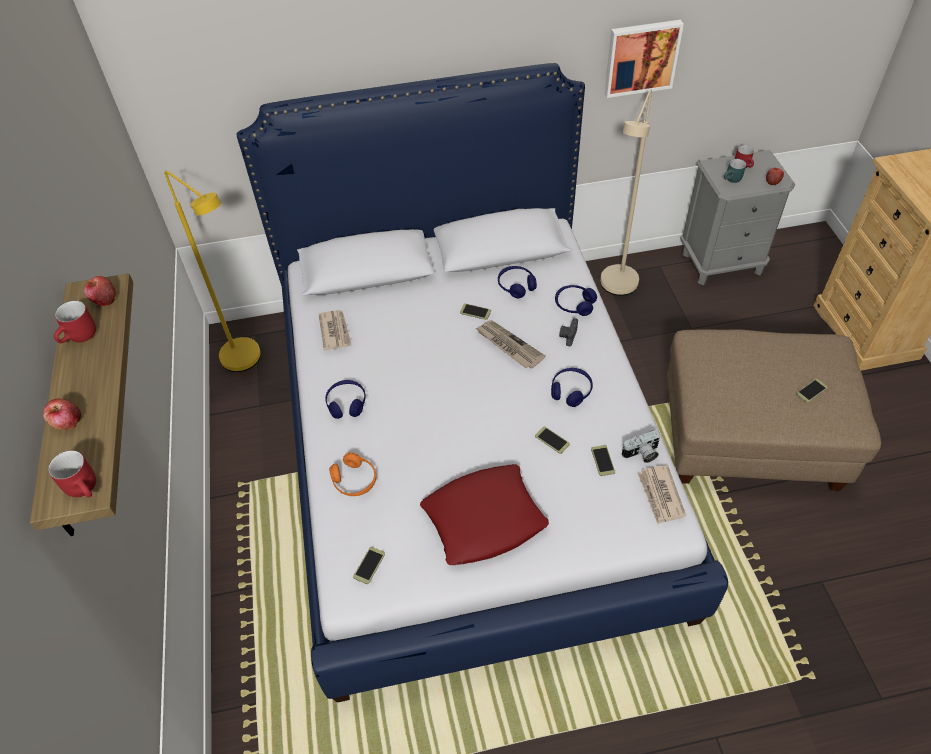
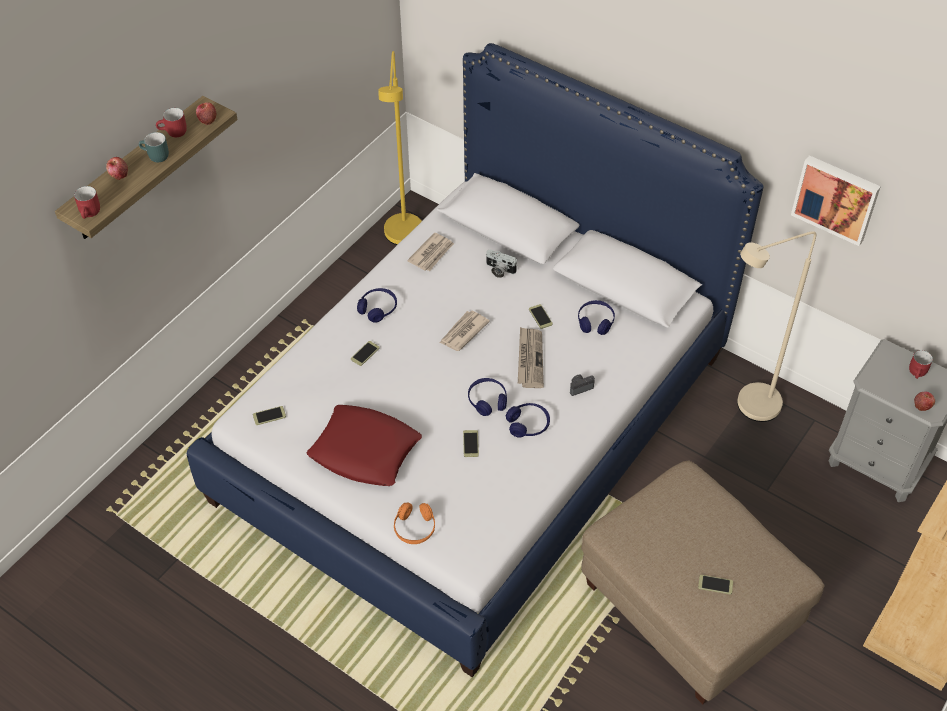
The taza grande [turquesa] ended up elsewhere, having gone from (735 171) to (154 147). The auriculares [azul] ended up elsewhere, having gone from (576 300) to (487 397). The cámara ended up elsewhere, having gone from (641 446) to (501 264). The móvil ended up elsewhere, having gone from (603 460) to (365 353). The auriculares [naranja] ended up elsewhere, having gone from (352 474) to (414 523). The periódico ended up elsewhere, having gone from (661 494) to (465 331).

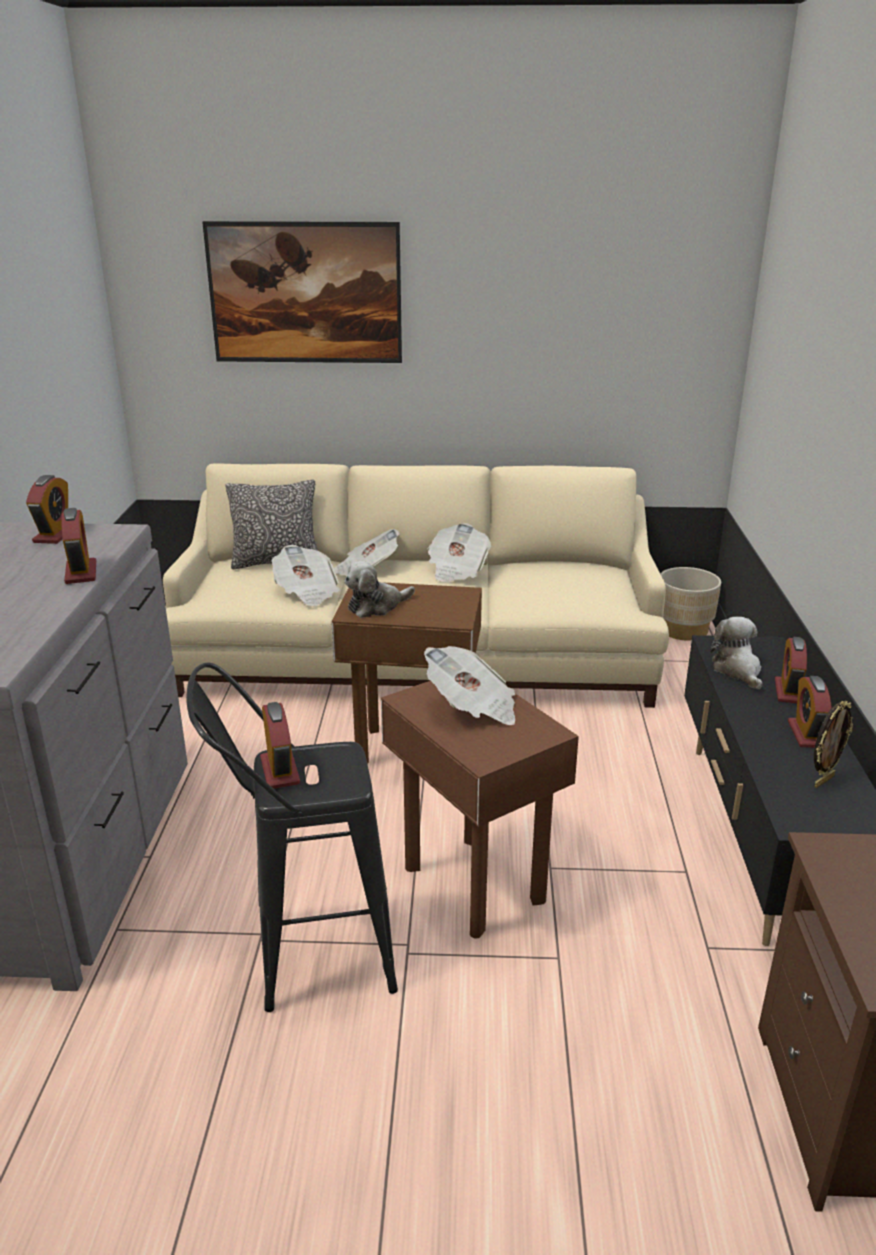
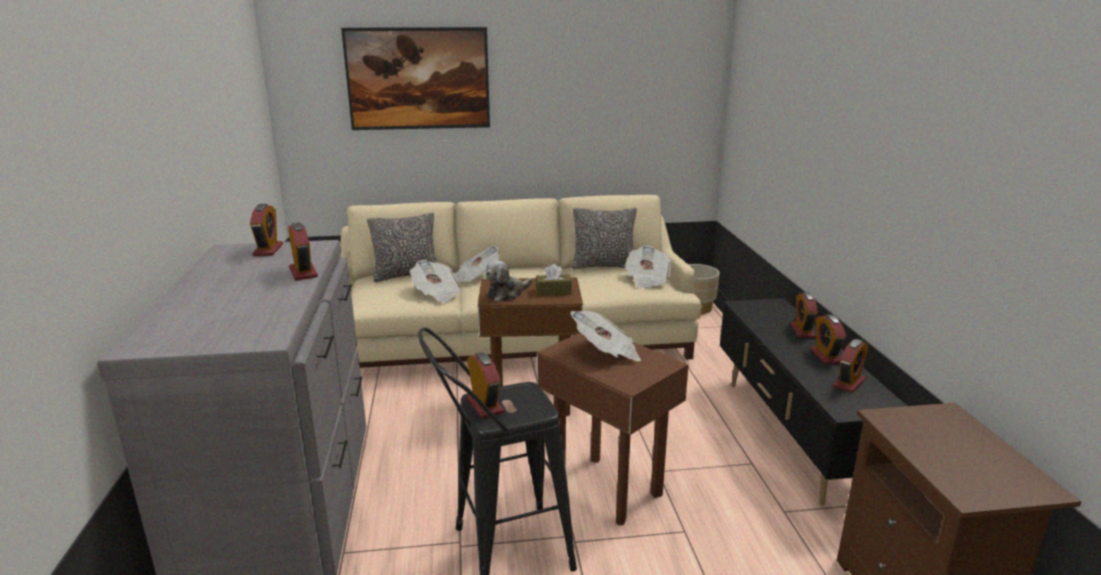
The periódico ended up elsewhere, having gone from (459 552) to (648 267). The second view lost the peluche at (736 653). Where the portarretratos stood at (833 744), the despertador came to stand at (851 366). The second view gained the cojín at (604 238). The second view gained the caja de pañuelos [marrón] at (554 280).

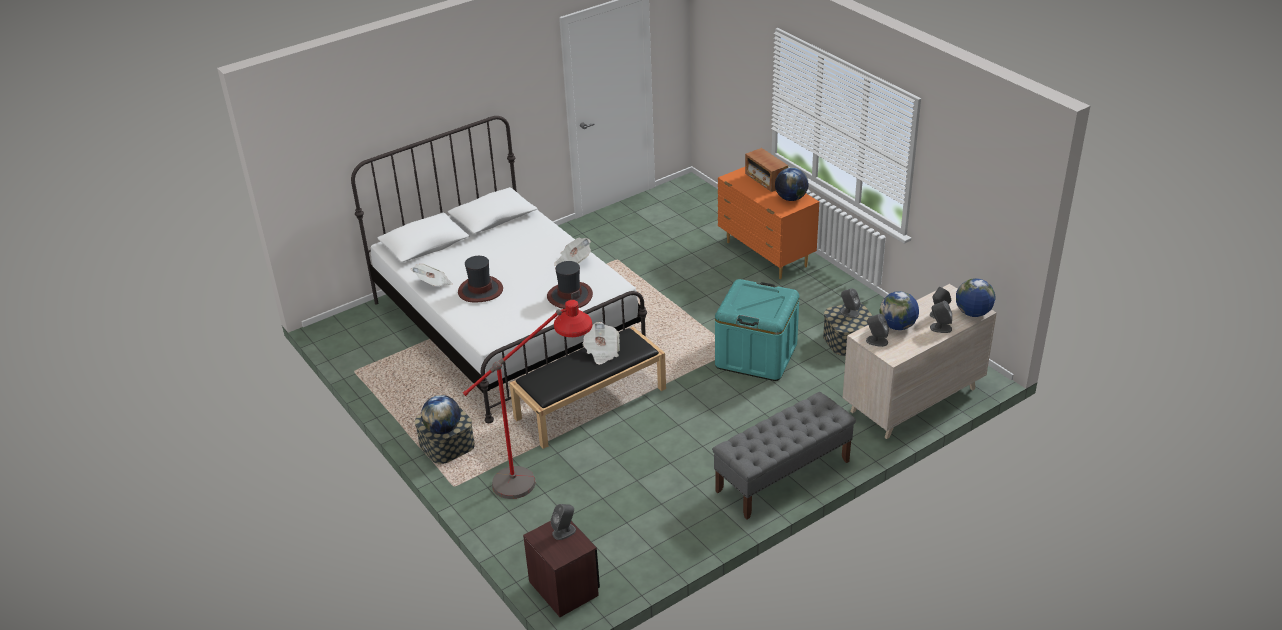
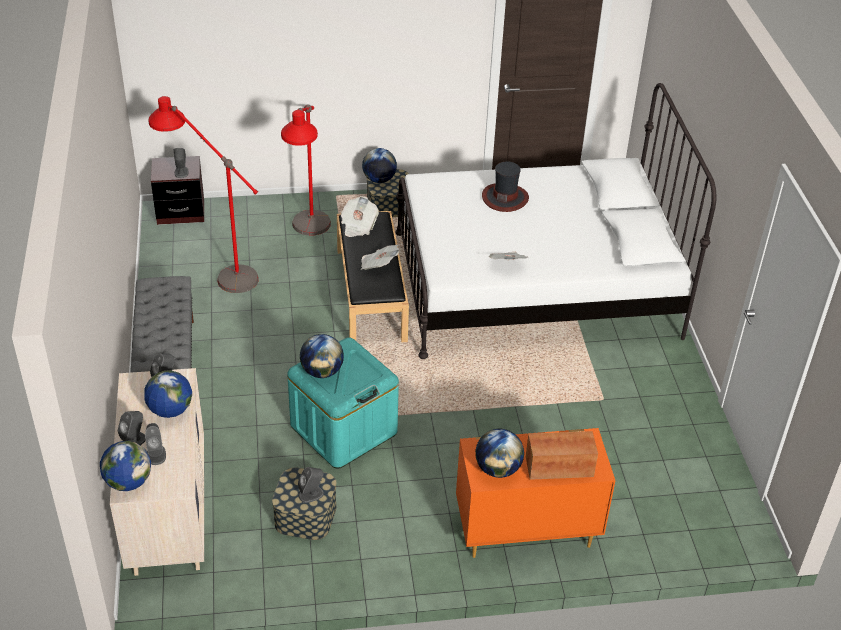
The second view lost the sombrero at (570 285). The periódico ended up elsewhere, having gone from (432 275) to (360 216). The second view gained the lámpara de pie [rojo] at (203 194). The second view gained the globo terráqueo at (322 356).

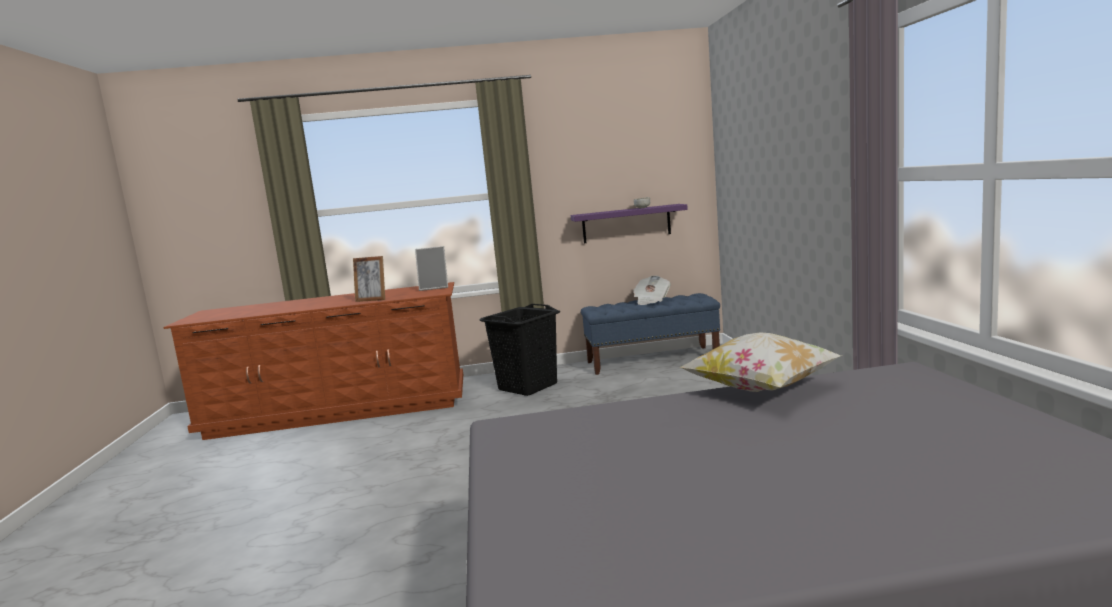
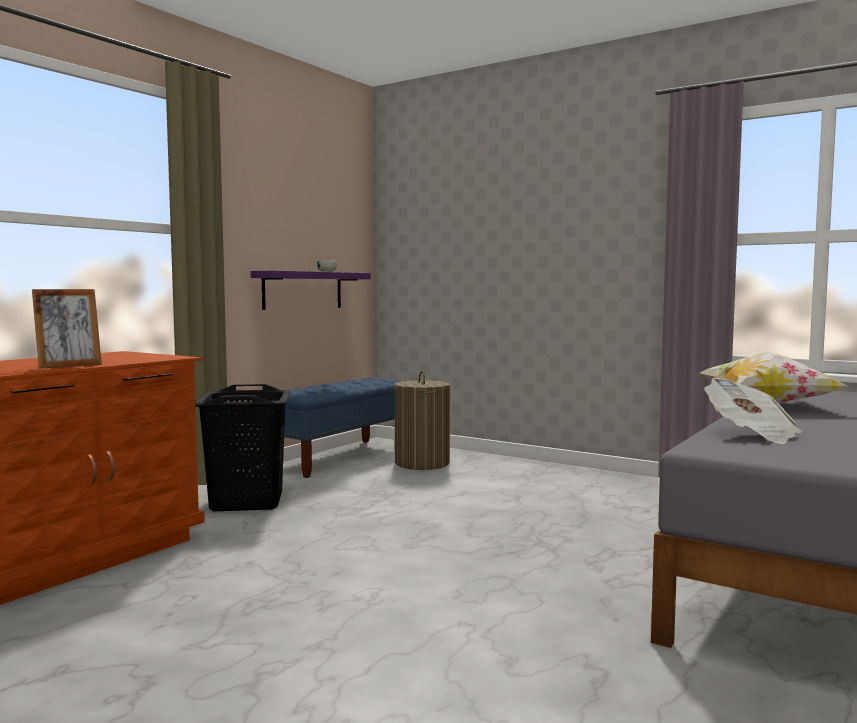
The second view lost the portarretratos at (431 268). The periódico ended up elsewhere, having gone from (652 290) to (753 411). The second view gained the cesto de la ropa at (422 420).

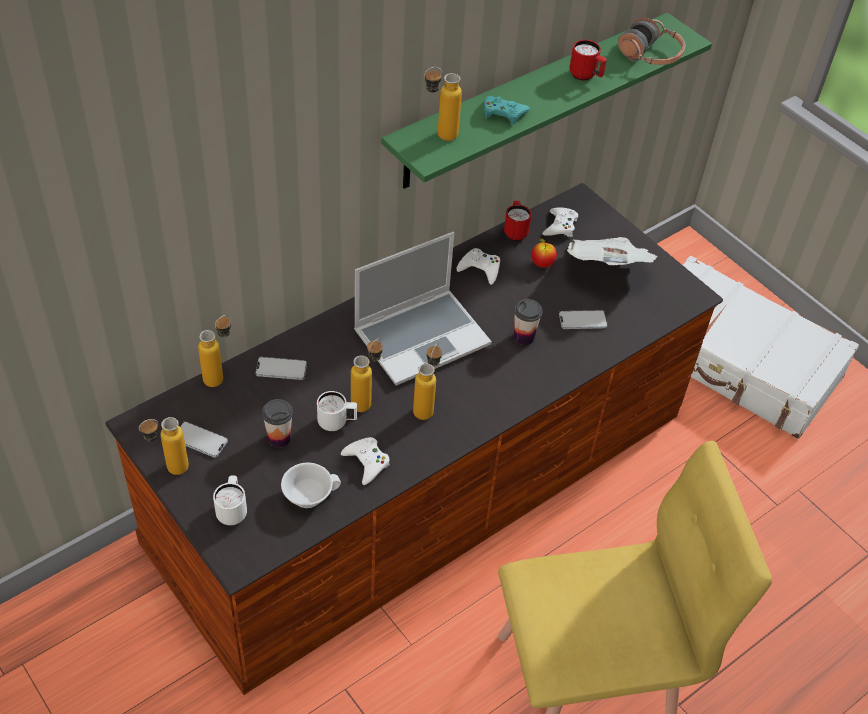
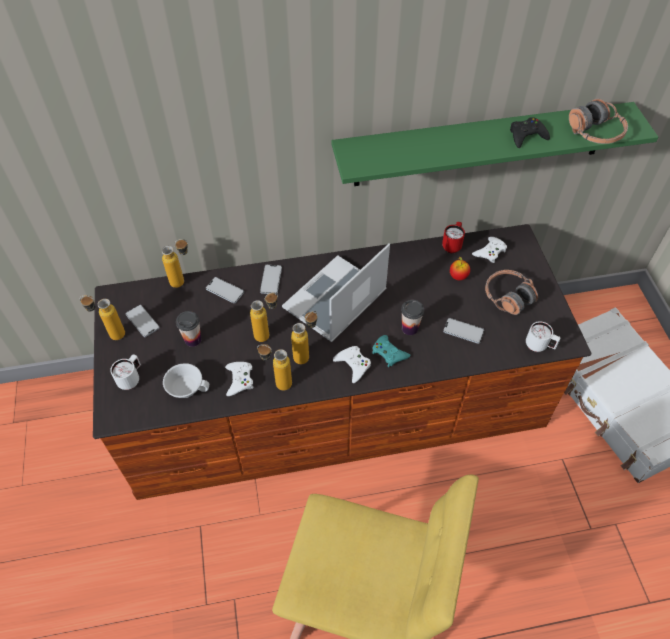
Where the taza grande [rojo] stood at (588 60), the mando de consola [negro] came to stand at (530 132). The botella ended up elsewhere, having gone from (443 104) to (274 367). The mando de consola [turquesa] ended up elsewhere, having gone from (507 111) to (391 351). The portátil at (423 309) ended up facing another way, 135 degrees clockwise from before. Where the periódico stood at (612 251), the auriculares came to stand at (511 292). The mando de consola [blanco] ended up elsewhere, having gone from (478 266) to (352 364). The taza grande [blanco] ended up elsewhere, having gone from (337 411) to (543 336). The second view gained the móvil at (271 279).

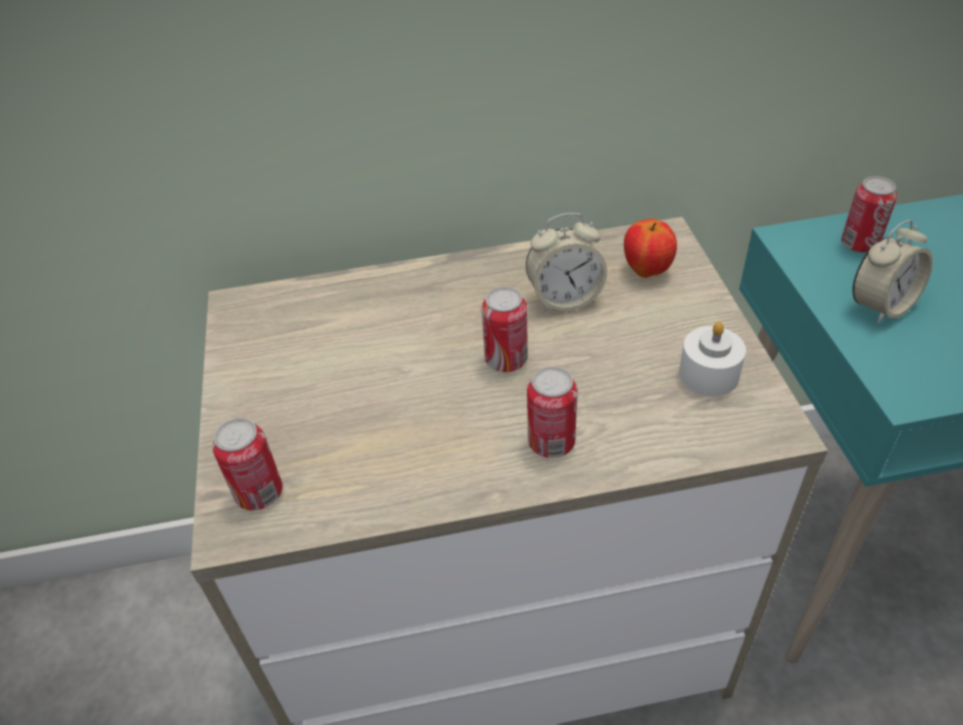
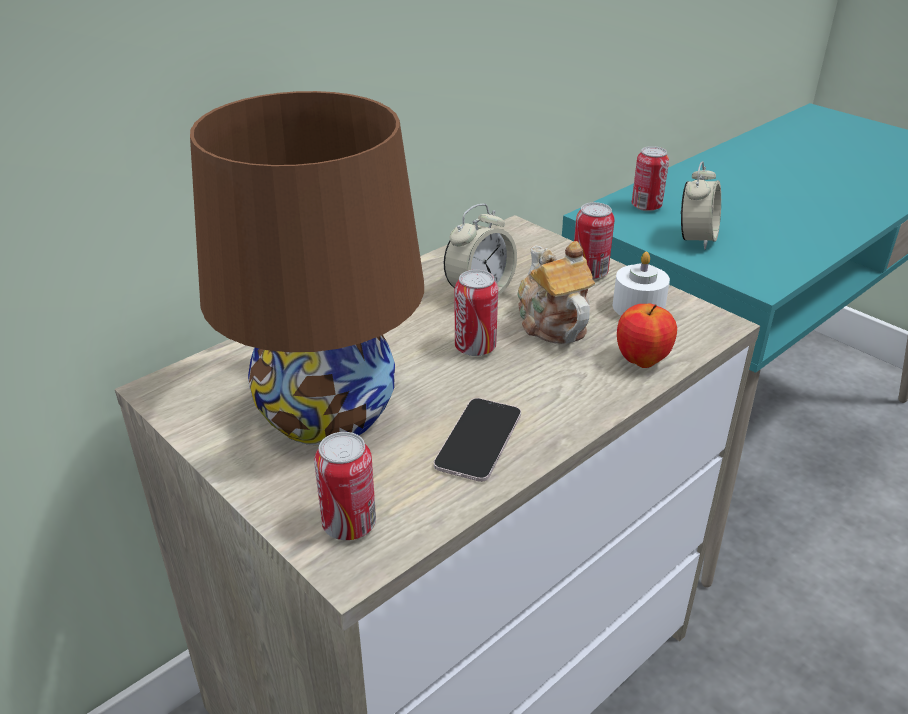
The manzana ended up elsewhere, having gone from (650 248) to (647 336). The lata ended up elsewhere, having gone from (552 412) to (594 240). The second view gained the lámpara de mesa [marrón] at (307 268). The second view gained the tetera at (556 292). The second view gained the móvil at (477 440).

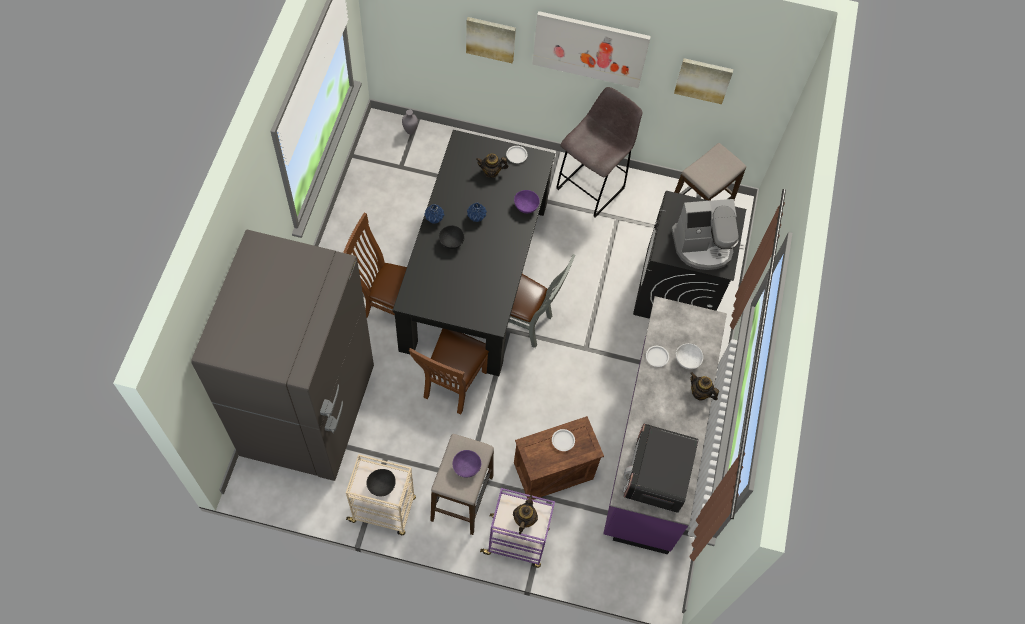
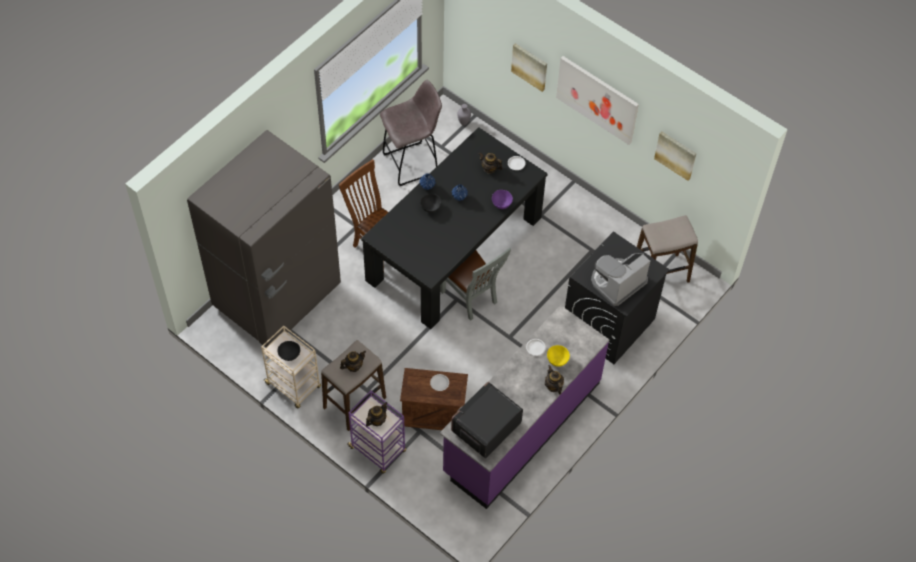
The taburete [gris] ended up elsewhere, having gone from (599 152) to (411 133). The cafetera at (705 234) ended up facing another way, 120 degrees clockwise from before. The second view lost the silla [marrón] at (449 372). What was the cuenco [blanco] at (689 356) turned into the cuenco [amarillo] at (558 356). Where the cuenco [morado] stood at (467 463), the tetera came to stand at (353 361).

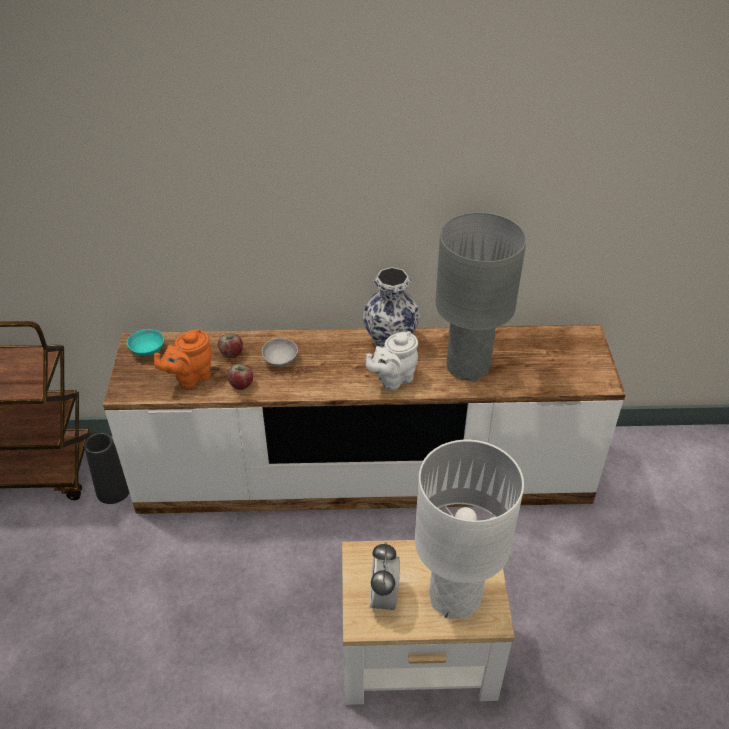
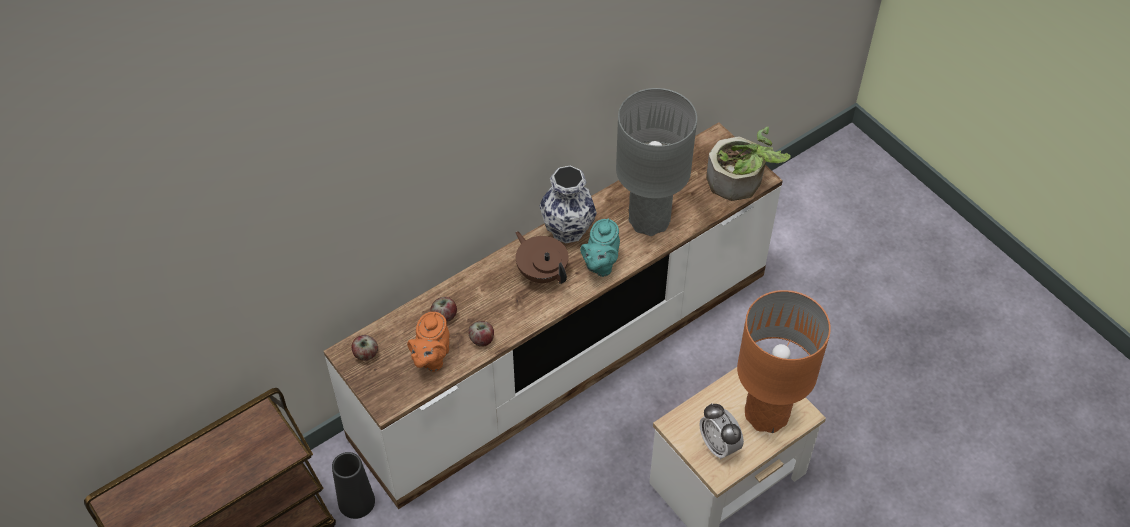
Where the cuenco [turquesa] stood at (145 342), the manzana came to stand at (364 348). What was the tetera [blanco] at (392 360) turned into the tetera [turquesa] at (600 248). The second view lost the cuenco [gris] at (280 352). What was the lámpara de mesa [blanco] at (469 529) turned into the lámpara de mesa [naranja] at (784 361). The second view gained the planta en maceta at (748 164). The second view gained the tetera [marrón] at (542 257).

